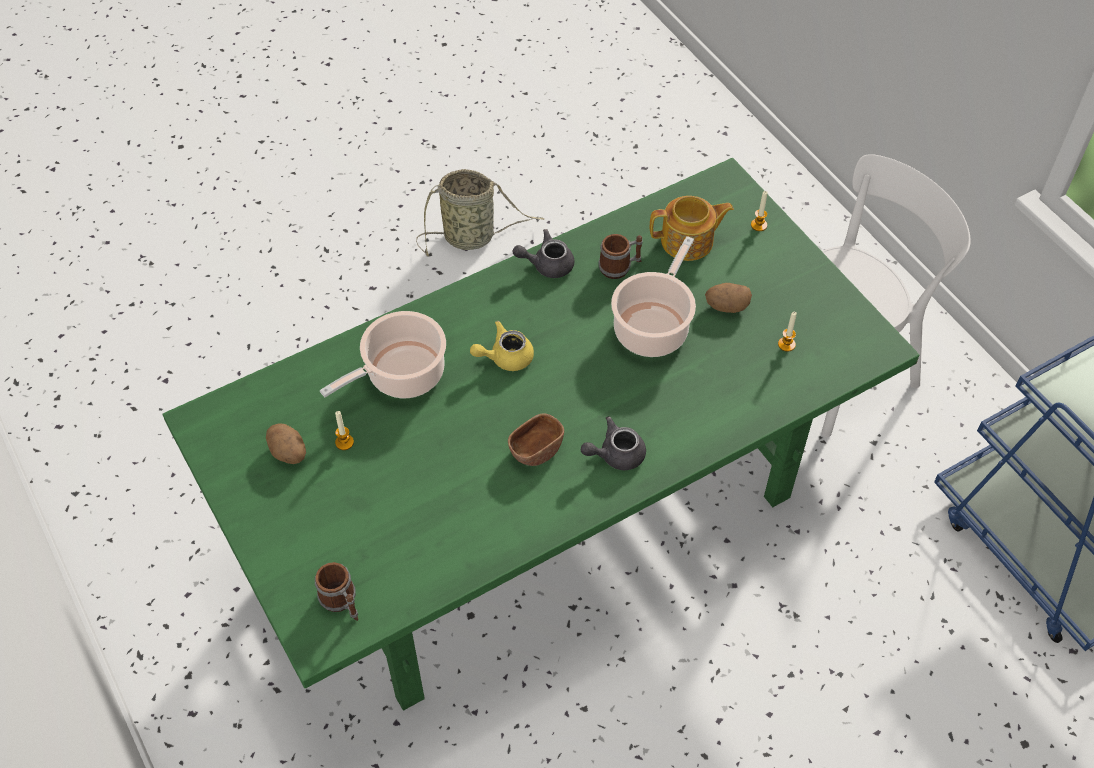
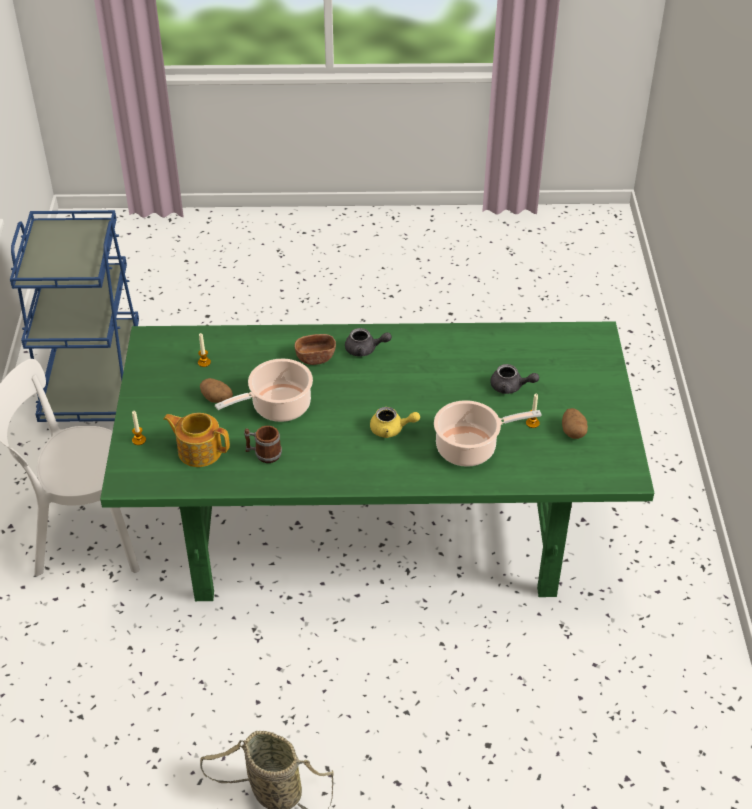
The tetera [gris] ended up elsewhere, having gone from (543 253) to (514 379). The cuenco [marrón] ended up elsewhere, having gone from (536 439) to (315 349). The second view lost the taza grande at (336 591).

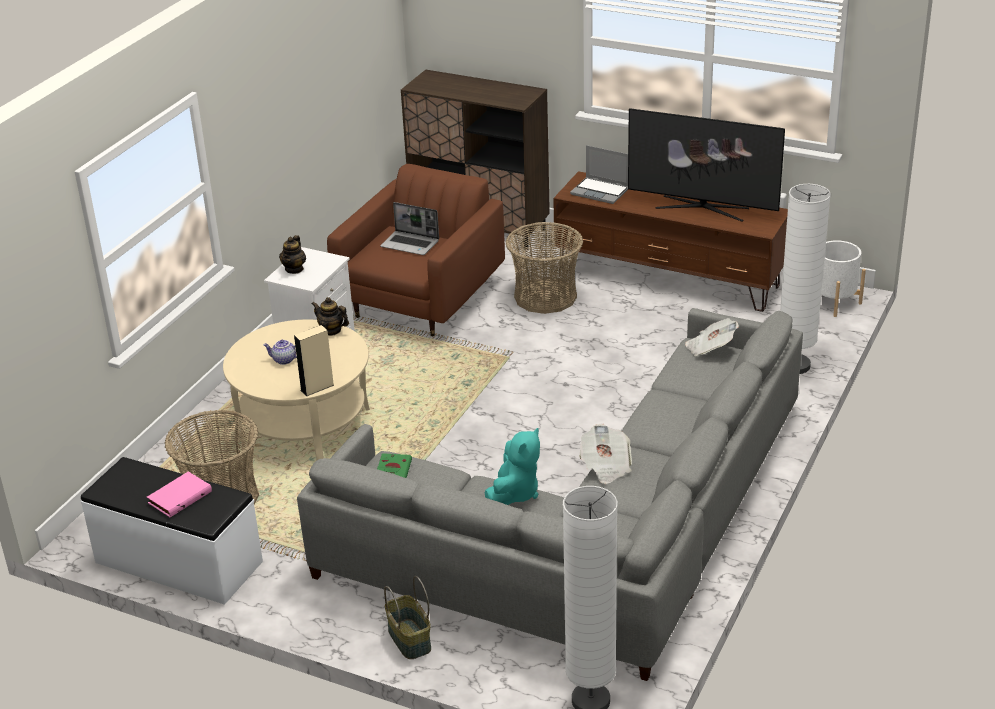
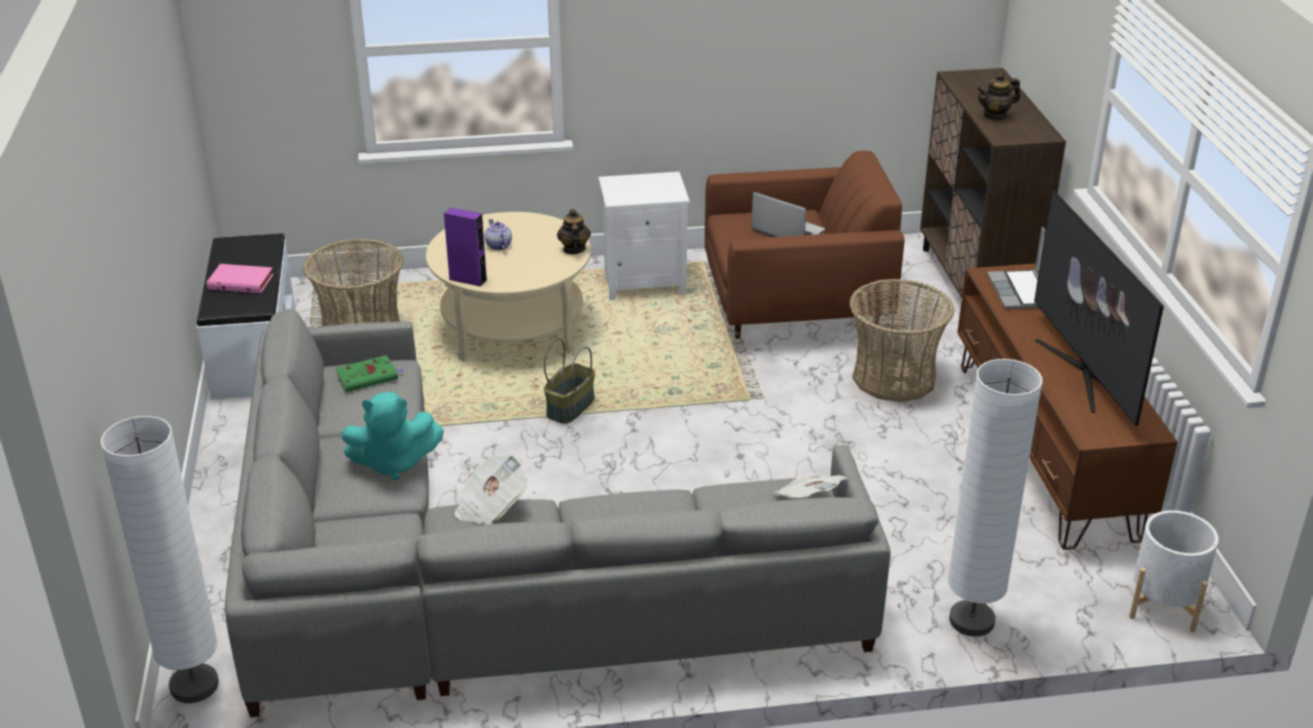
The portátil at (409 228) ended up facing another way, 135 degrees clockwise from before. The tetera ended up elsewhere, having gone from (292 254) to (998 97). What was the altavoz [beis] at (314 361) turned into the altavoz [morado] at (465 247). The cesta ended up elsewhere, having gone from (407 617) to (569 381).

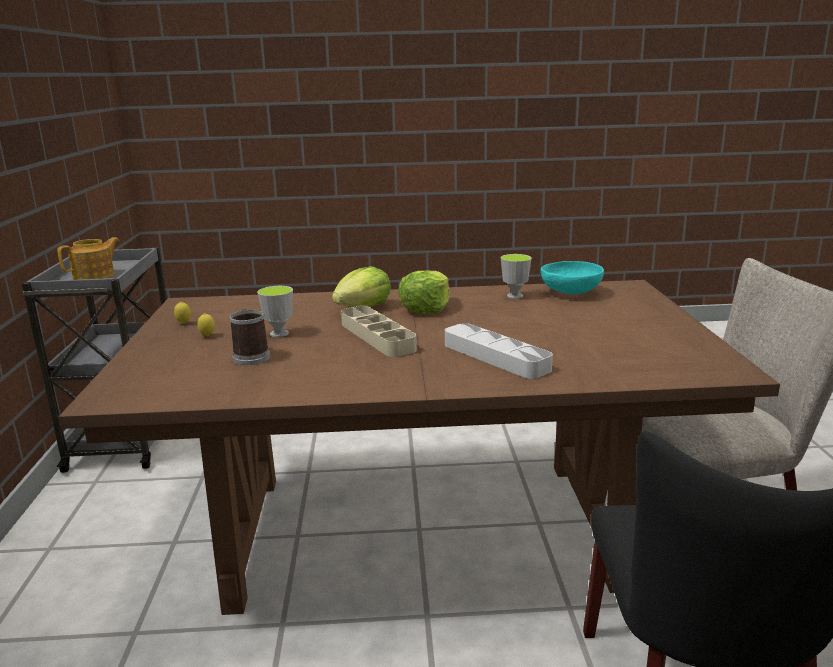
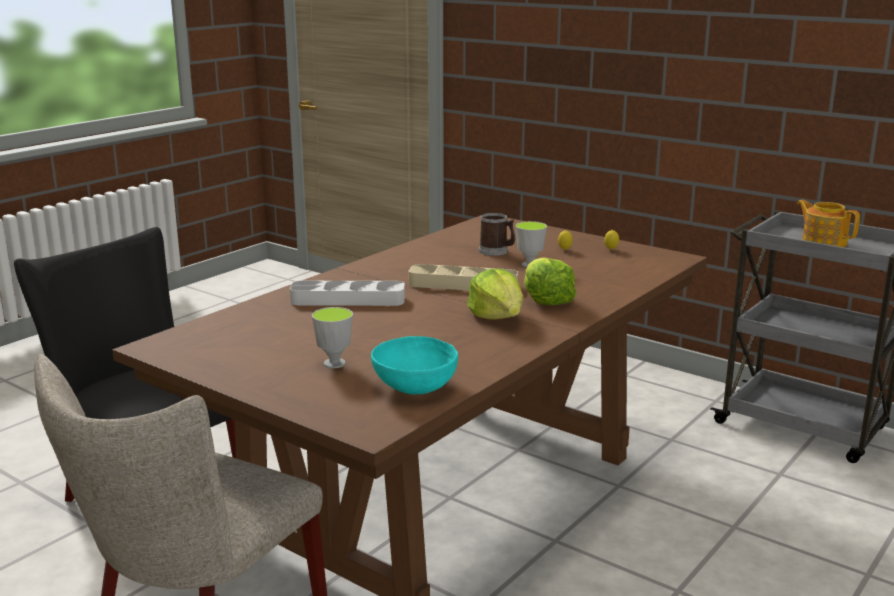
The tetera at (88 258) ended up facing another way, 150 degrees clockwise from before. The taza ended up elsewhere, having gone from (516 276) to (332 337).

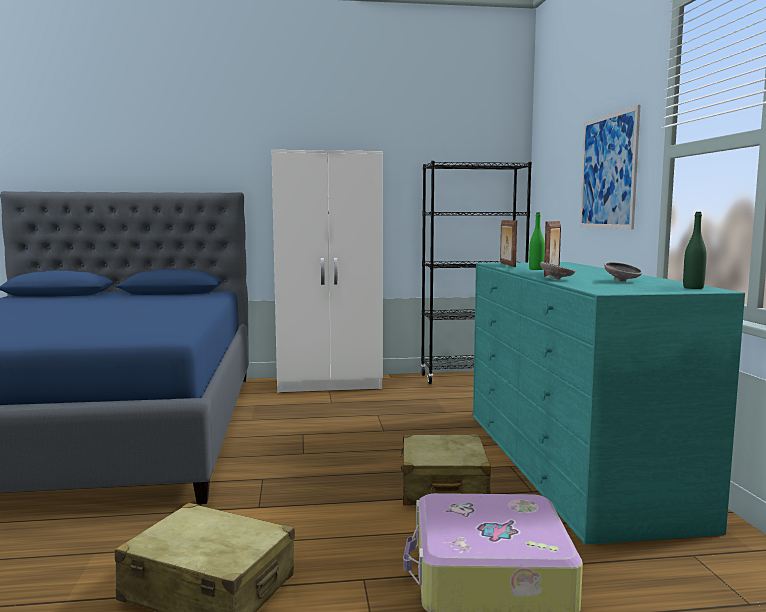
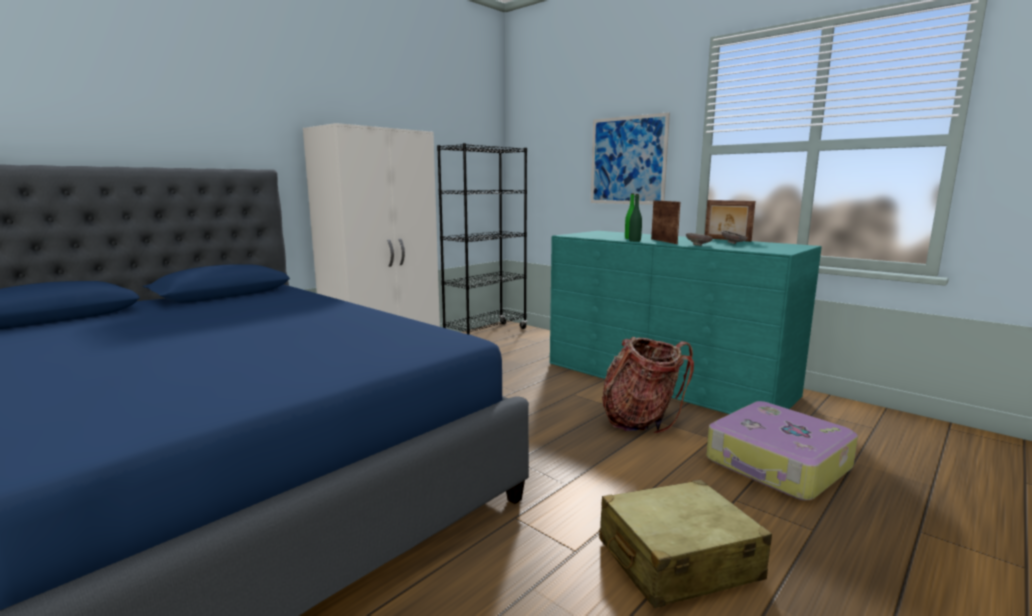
The botella [verde] ended up elsewhere, having gone from (695 250) to (635 218). The portarretratos ended up elsewhere, having gone from (508 243) to (730 221). Where the maleta [beis] stood at (445 470), the mochila came to stand at (648 385).

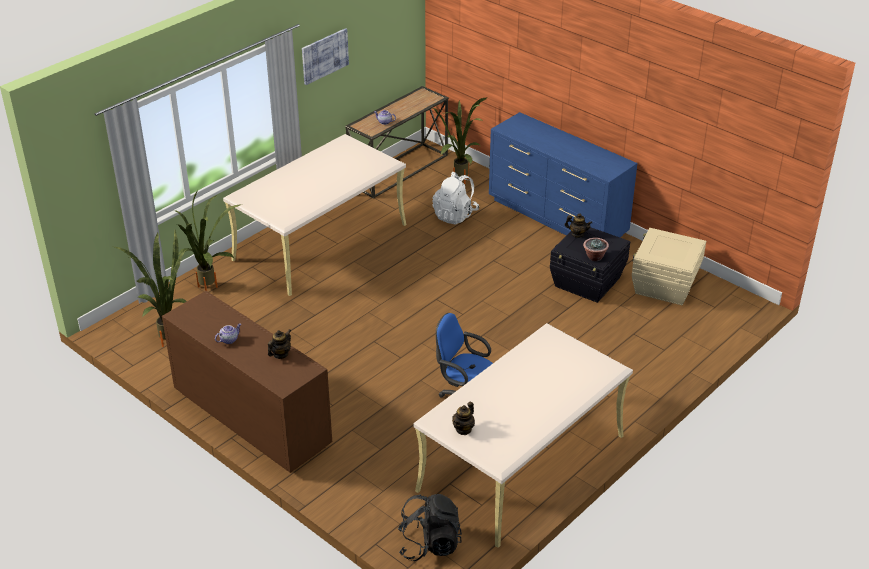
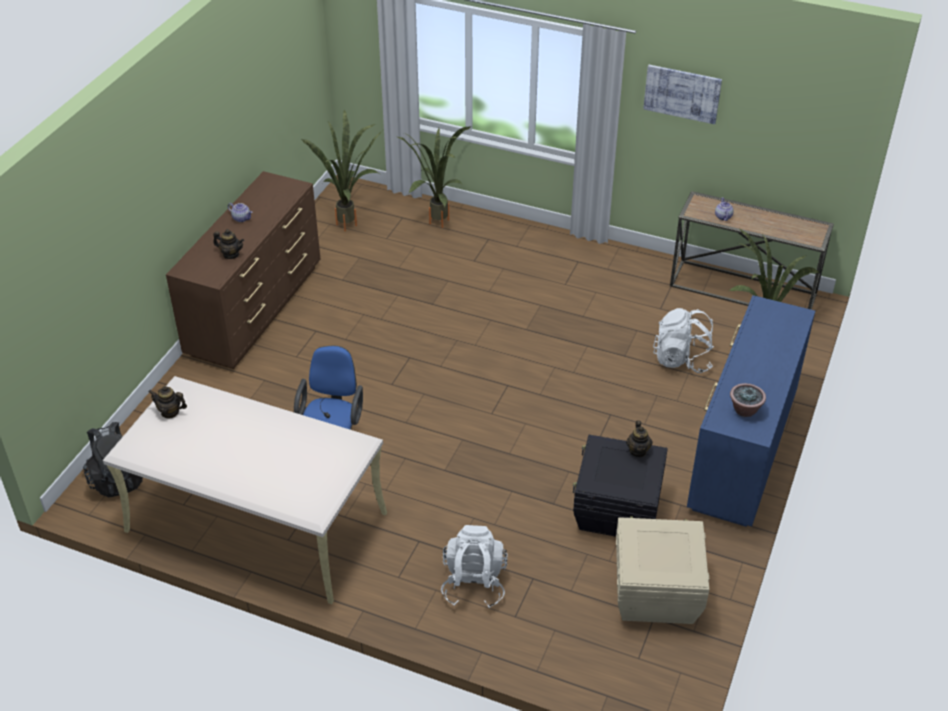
The second view lost the escritorio [beis] at (314 215). The planta en maceta ended up elsewhere, having gone from (596 249) to (748 400). The second view gained the mochila [blanco] at (474 566).

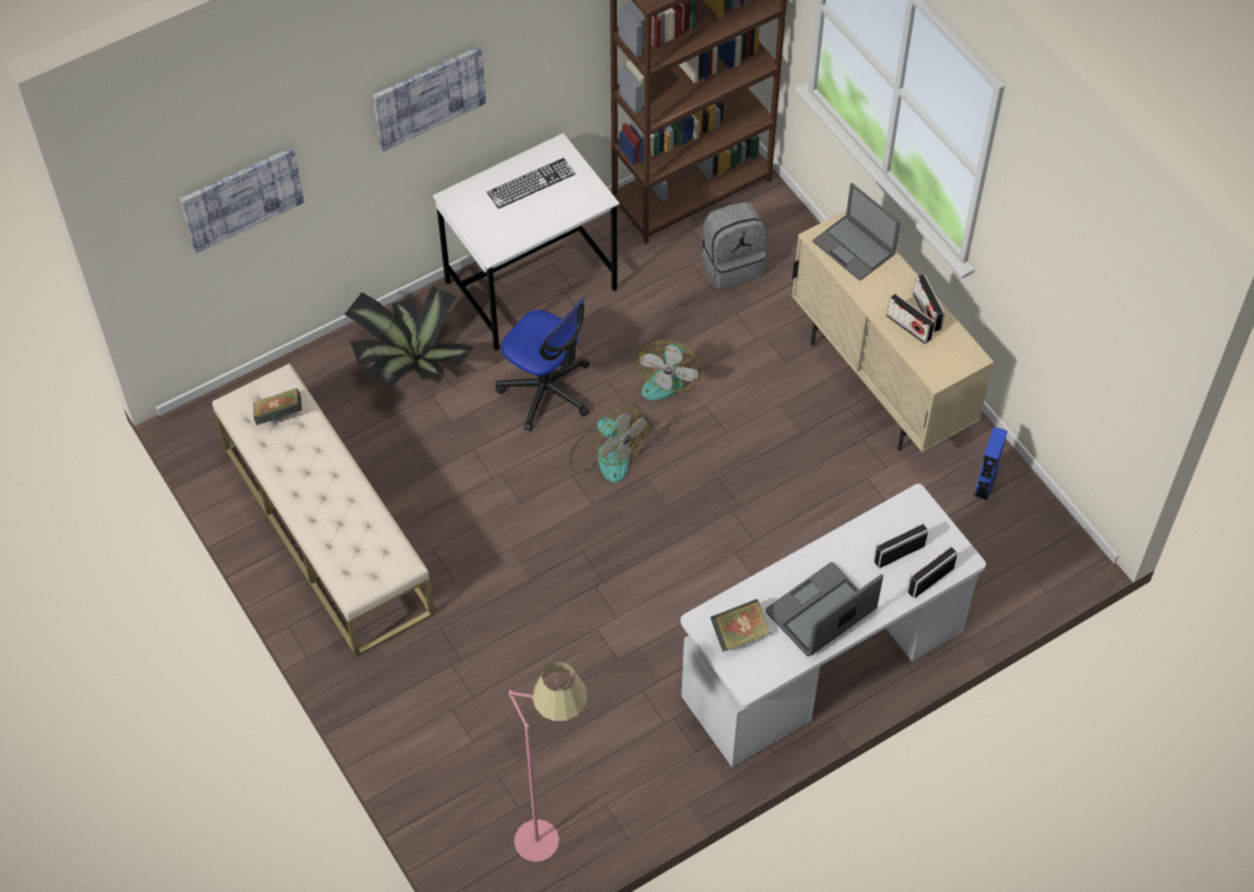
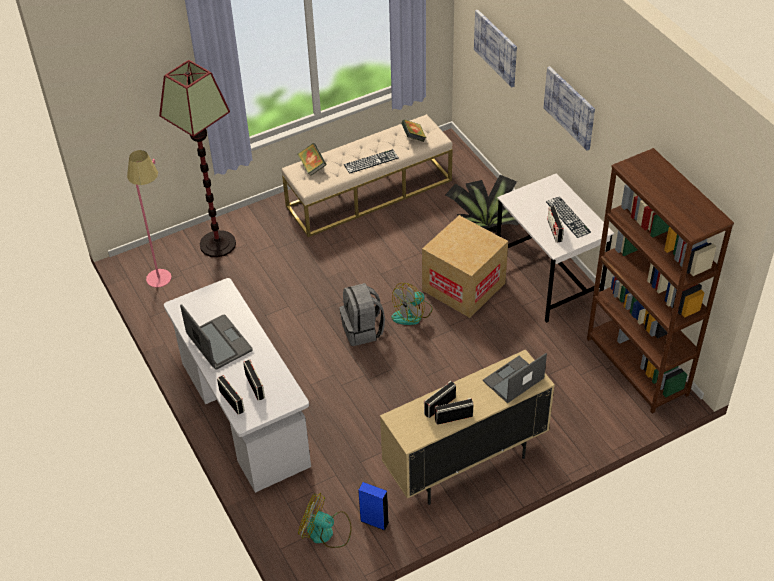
The mochila [gris] ended up elsewhere, having gone from (734 245) to (362 314). Where the silla de oficina stood at (542 364), the caja de cartón came to stand at (465 266). The ventilador ended up elsewhere, having gone from (667 370) to (325 520). The libro ended up elsewhere, having gone from (740 625) to (312 159). The second view gained the lámpara de pie at (197 158). The second view gained the teclado at (371 161). The second view gained the radio at (555 224).

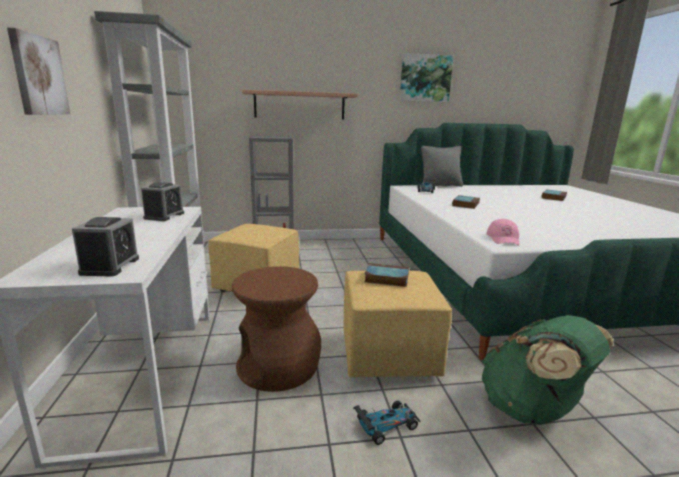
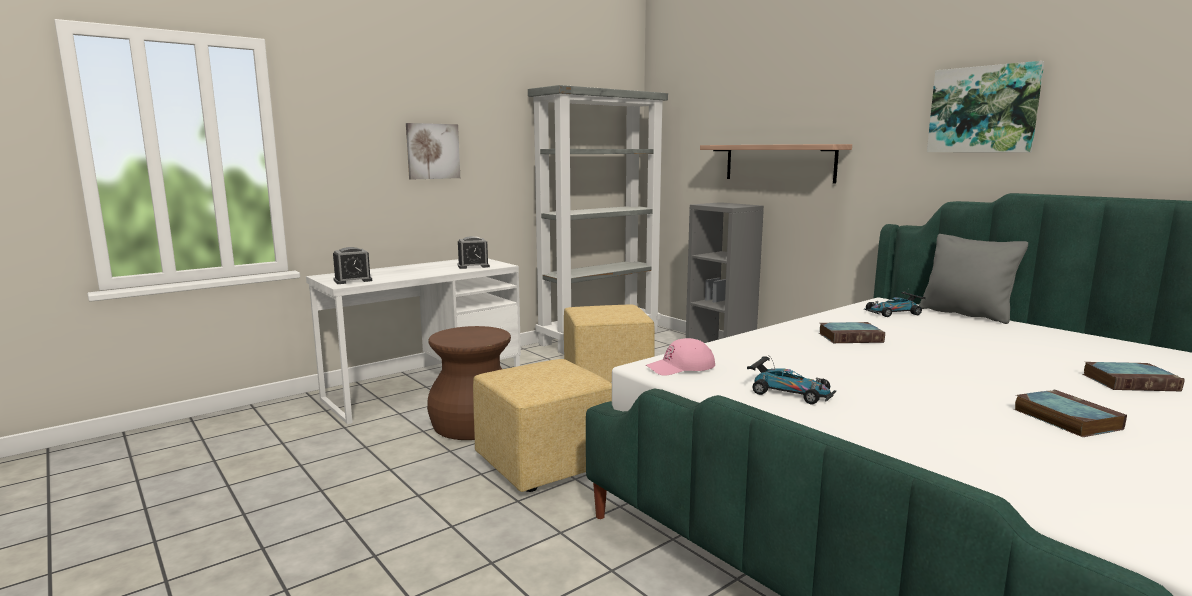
The libro ended up elsewhere, having gone from (386 275) to (1070 413). The second view lost the mochila [verde] at (548 370). The coche de juguete ended up elsewhere, having gone from (386 423) to (791 380).

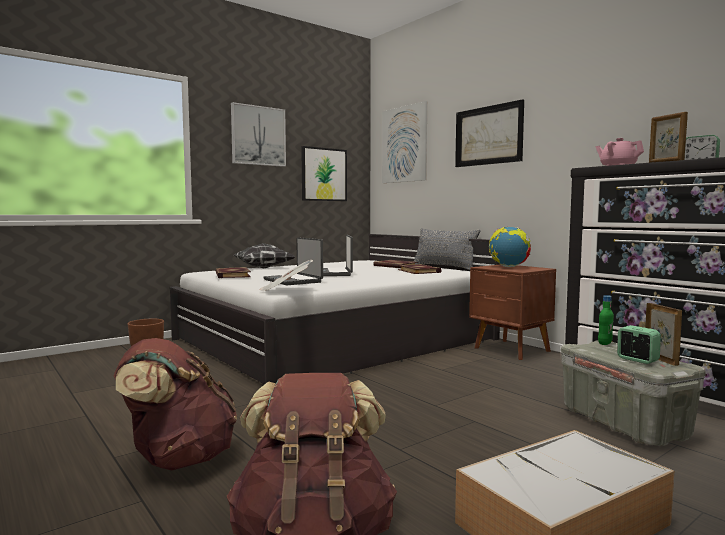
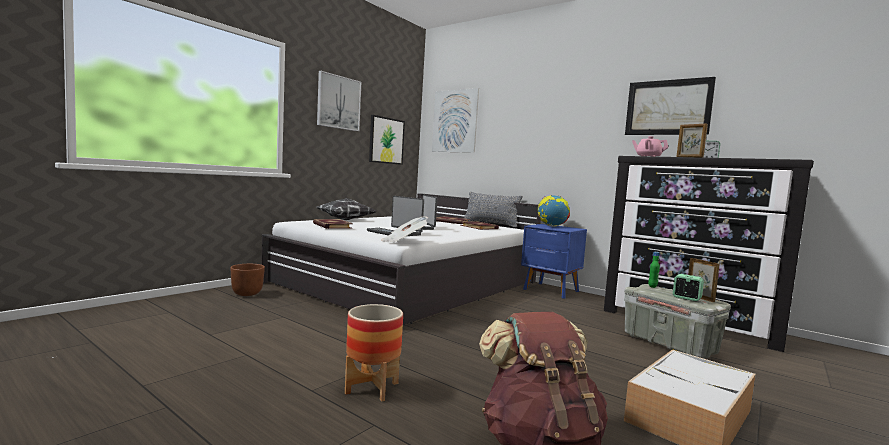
The cuadro ended up elsewhere, having gone from (489 133) to (670 106). What was the mesita de noche [marrón] at (512 312) turned into the mesita de noche [azul] at (554 261). Where the mochila [marrón] stood at (175 404), the maceta came to stand at (374 353).

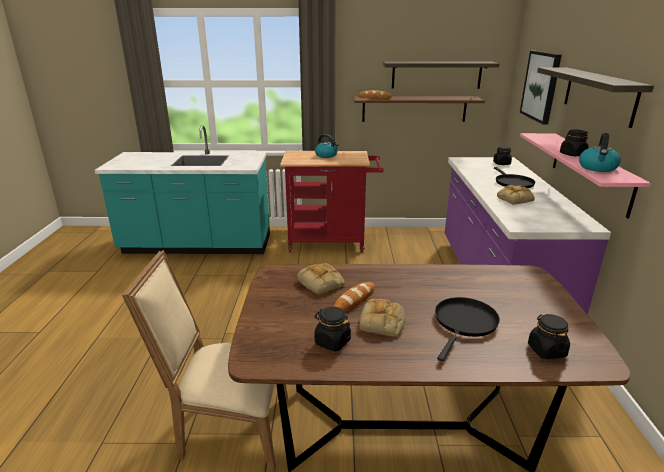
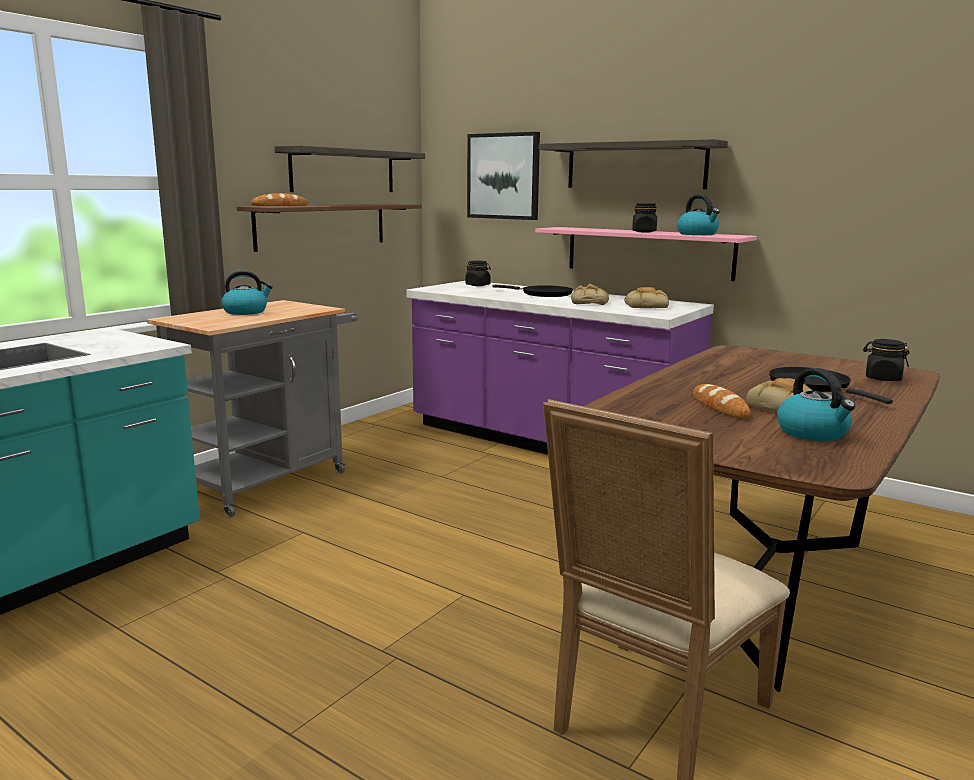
What was the carrito [rojo] at (332 201) turned into the carrito [gris] at (252 409). The pan ended up elsewhere, having gone from (321 279) to (646 297). Where the tarro [negro] stood at (332 329), the hervidor came to stand at (816 404).

